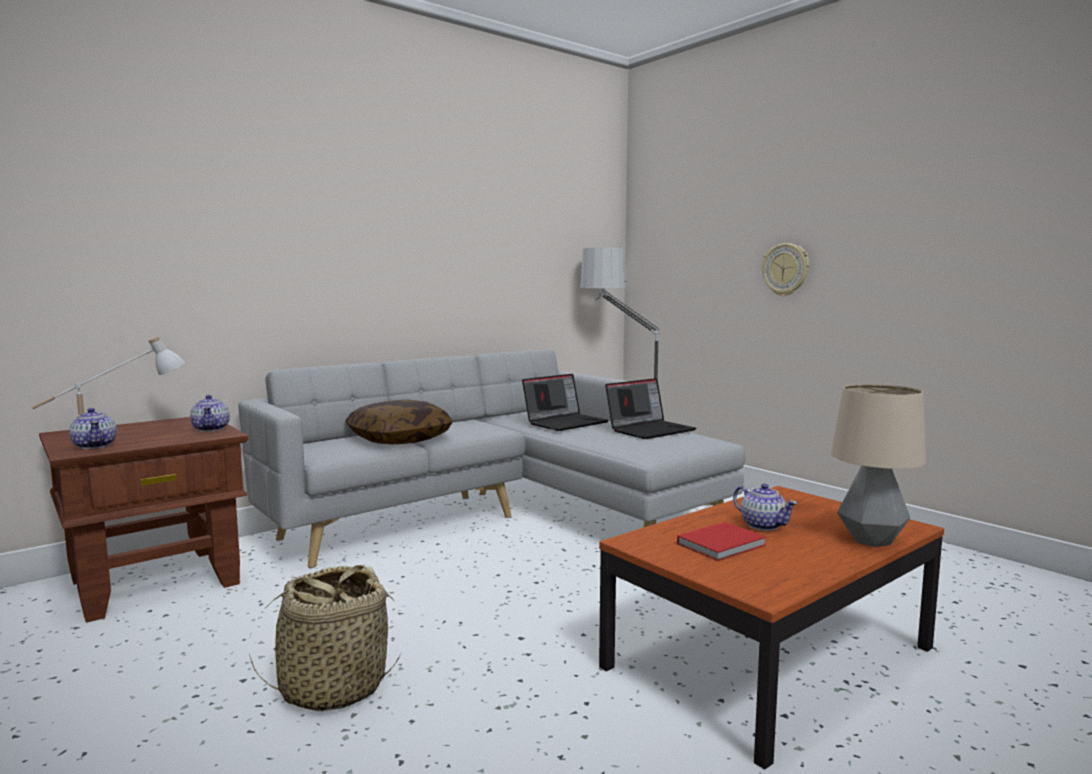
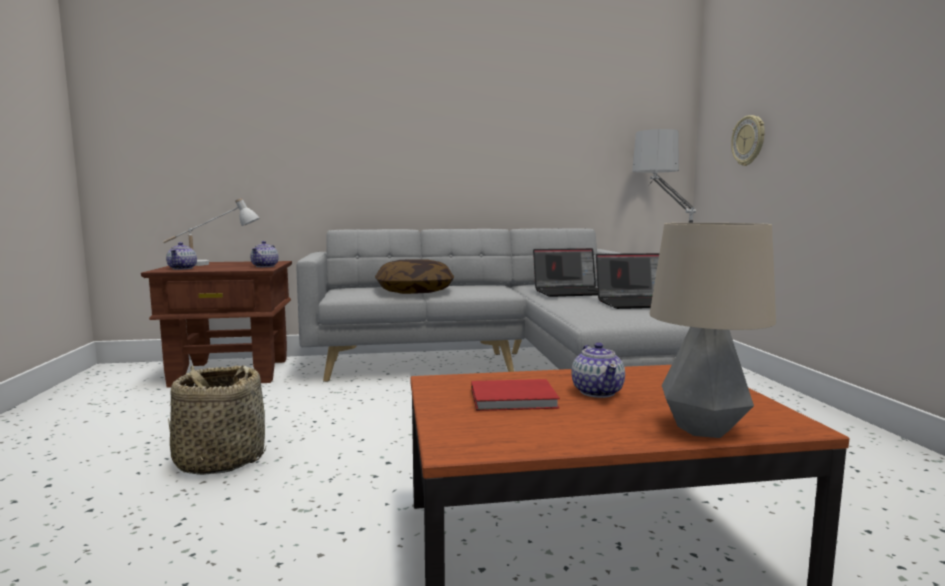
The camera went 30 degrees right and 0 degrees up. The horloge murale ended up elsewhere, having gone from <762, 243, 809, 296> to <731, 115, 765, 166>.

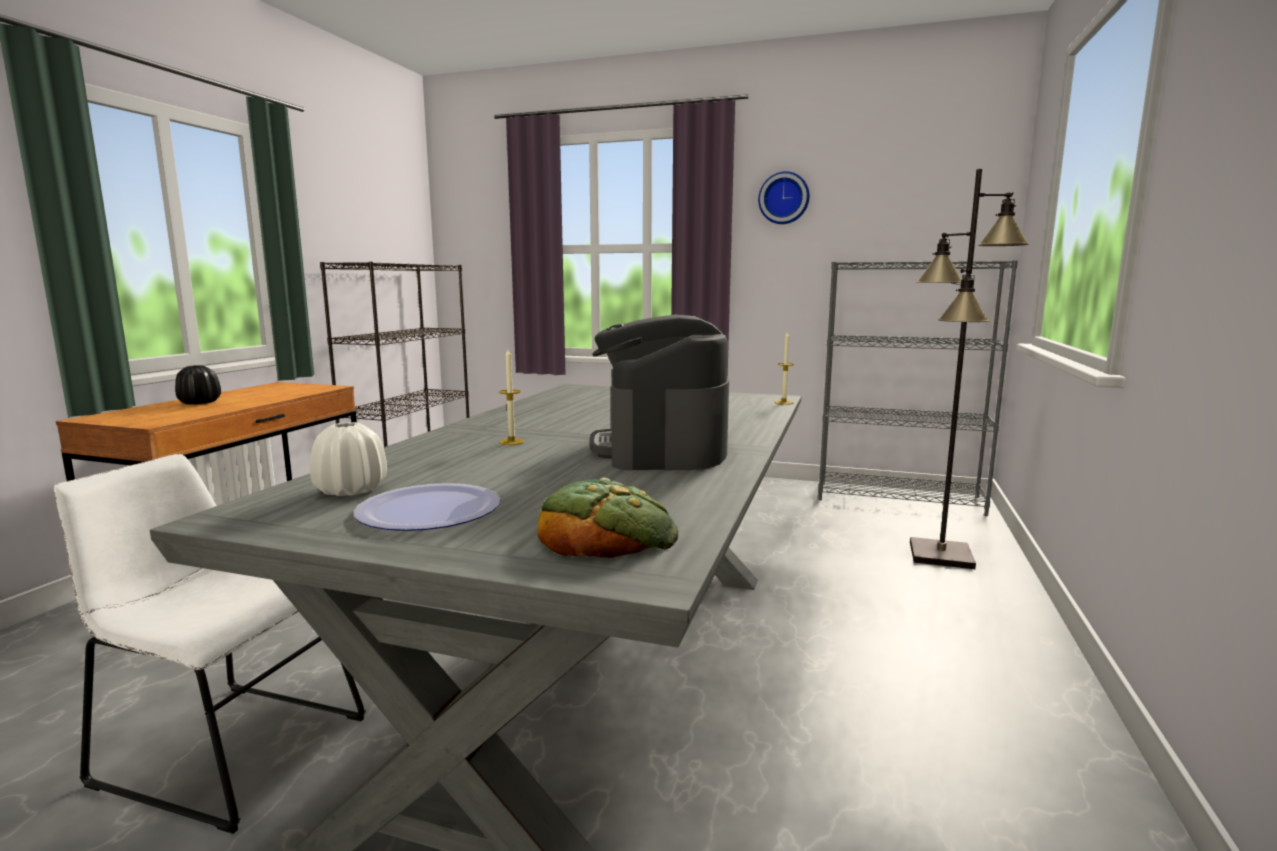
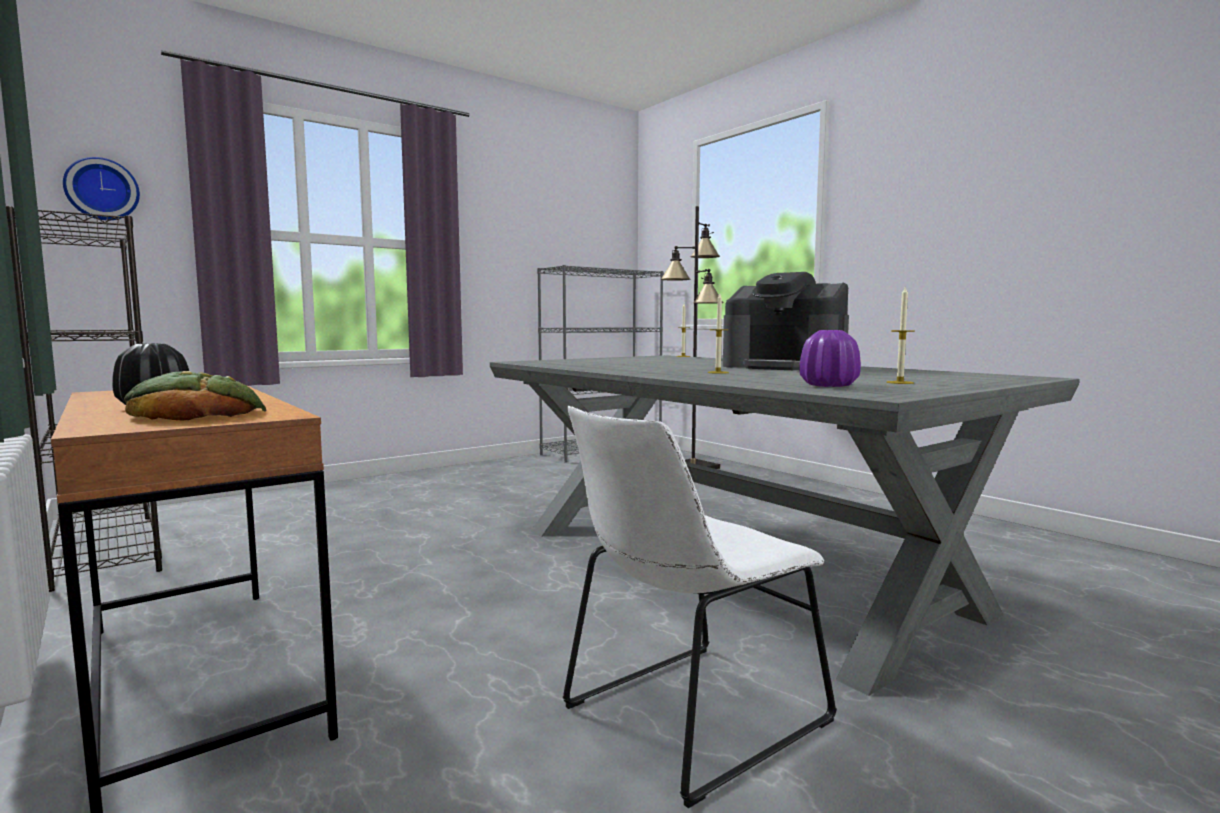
The camera went 55 degrees left and 5 degrees down. The pain ended up elsewhere, having gone from <537, 477, 678, 558> to <124, 371, 266, 420>. The horloge murale ended up elsewhere, having gone from <758, 171, 809, 224> to <63, 157, 140, 220>. Where the assiette stood at <354, 483, 500, 531>, the bougie came to stand at <886, 287, 915, 384>. What was the vase/blanc at <310, 422, 387, 496> turned into the vase/violet at <799, 330, 861, 387>.

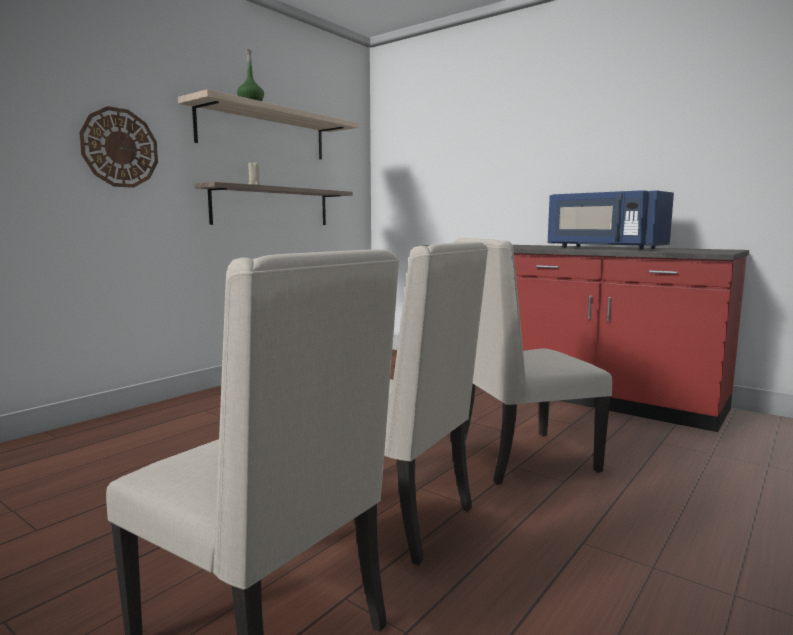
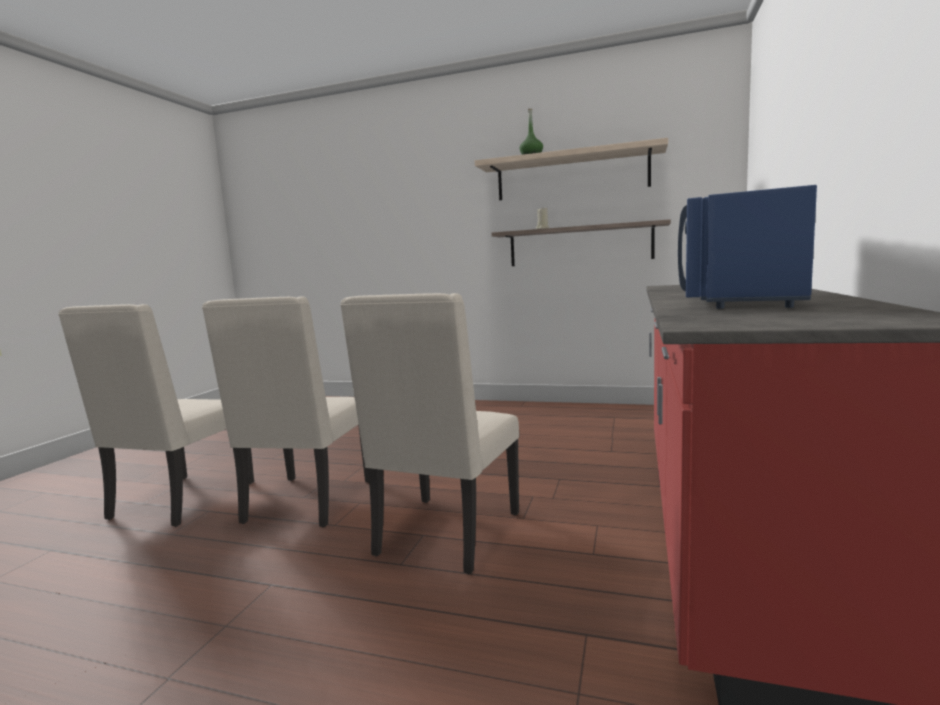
The camera went 70 degrees right and 0 degrees up. The second view lost the horloge murale at <79, 106, 158, 188>. The chaise/beige at <453, 238, 612, 485> ended up facing another way, 120 degrees counterclockwise from before.

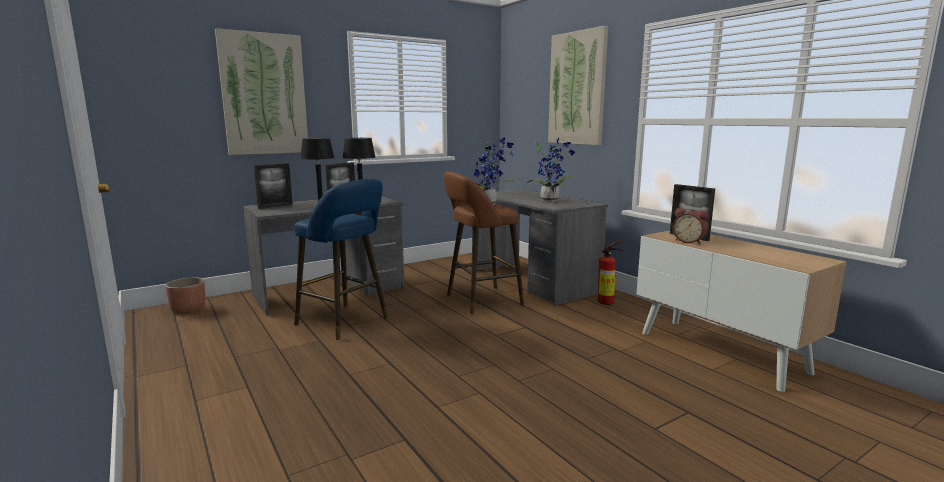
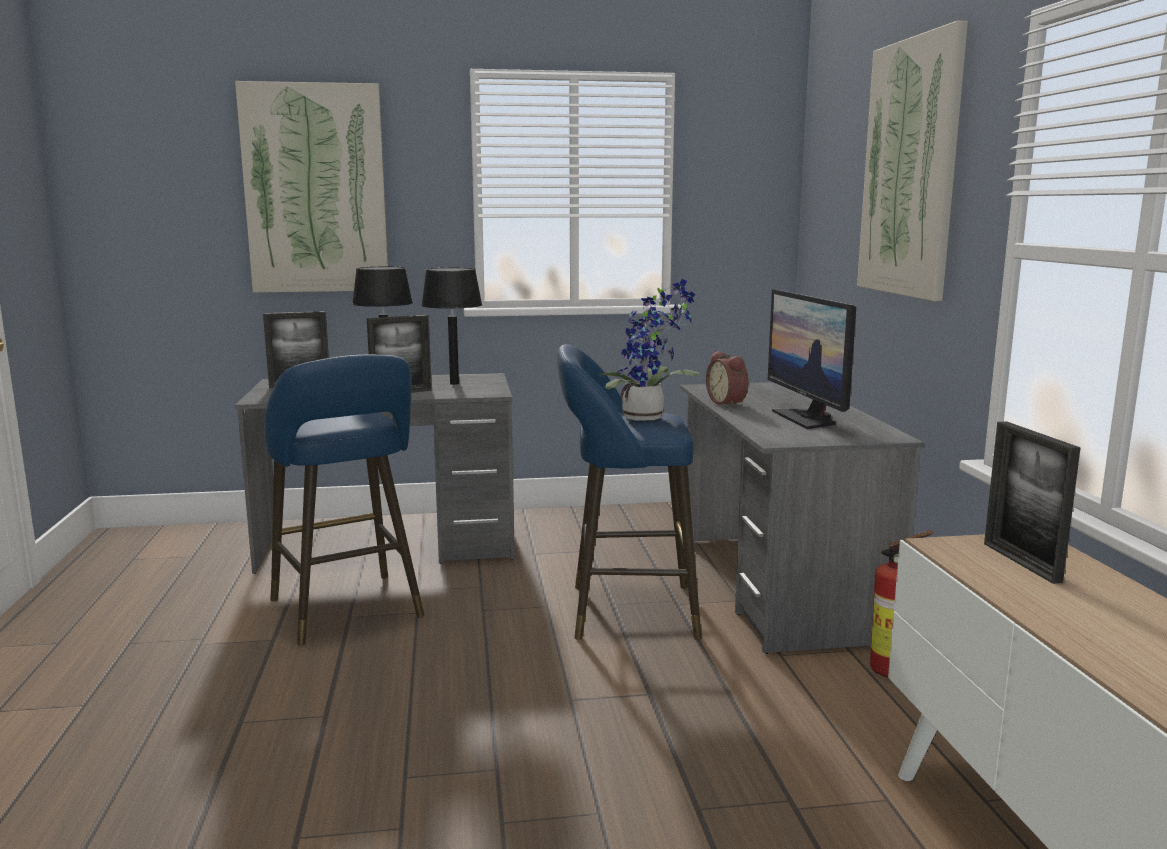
The camera went 25 degrees right and 0 degrees up. The second view lost the cache-pot at <165, 277, 206, 314>. The réveil ended up elsewhere, having gone from <672, 208, 708, 244> to <706, 351, 749, 407>. Where the plante en pot stood at <527, 138, 575, 202>, the écran d'ordinateur came to stand at <768, 289, 856, 429>. What was the tabouret/marron at <444, 171, 524, 314> turned into the tabouret/bleu at <557, 344, 702, 640>.

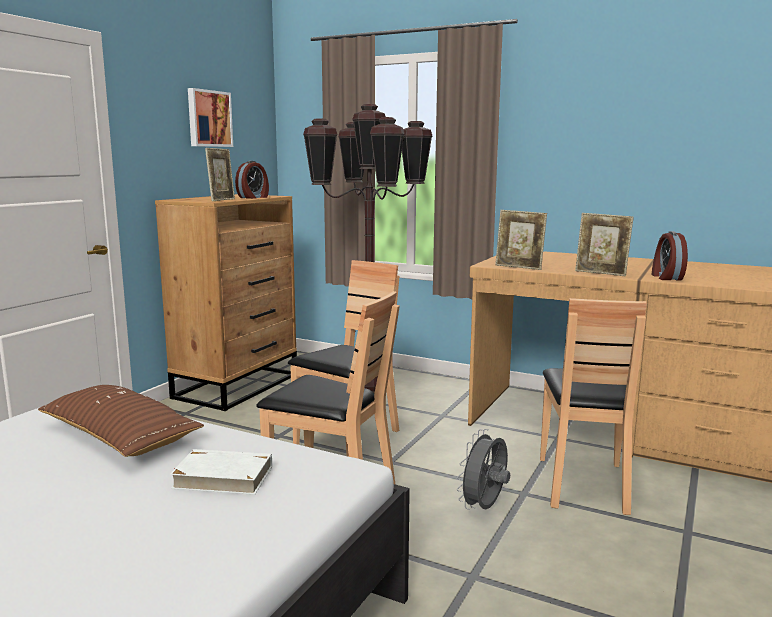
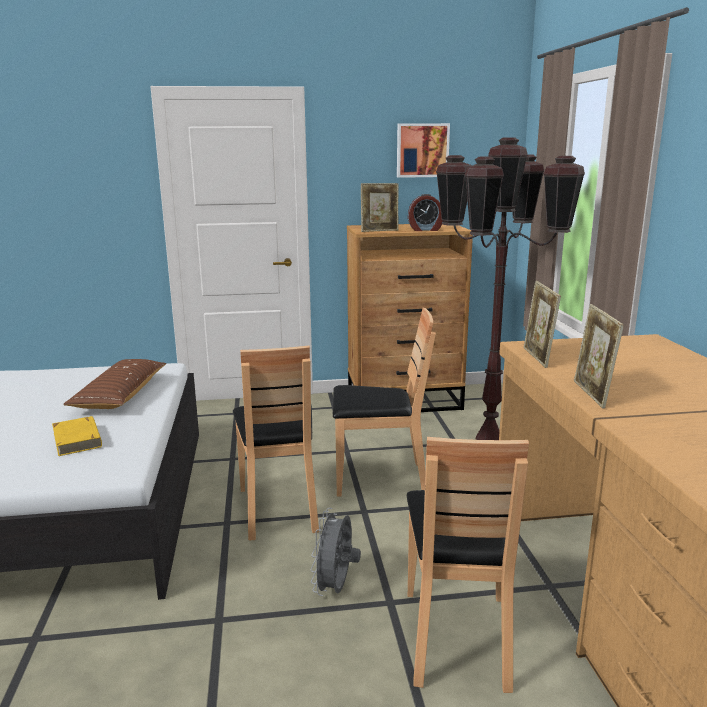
The camera went 55 degrees right and 5 degrees up. The second view lost the réveil at <652, 231, 688, 280>. What was the livre/blanc at <170, 449, 272, 495> turned into the livre/jaune at <52, 416, 102, 456>. The ventilateur/gris at <457, 429, 510, 510> ended up facing another way, 75 degrees counterclockwise from before. The chaise/marron at <540, 298, 647, 515> ended up facing another way, 60 degrees counterclockwise from before.

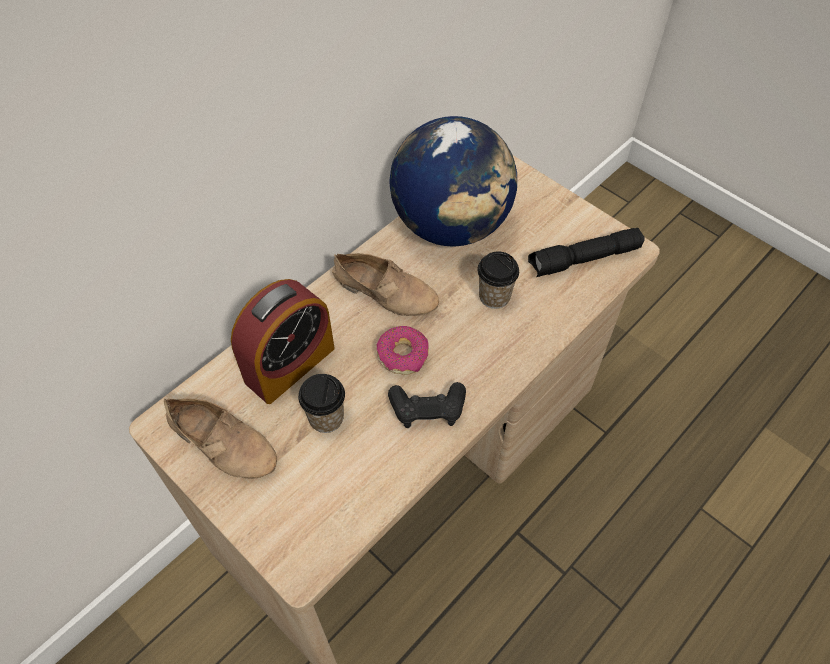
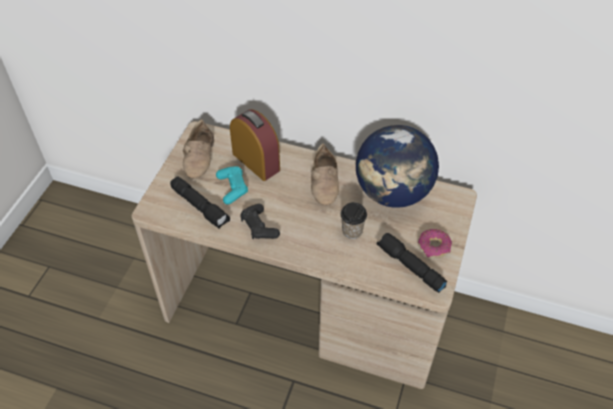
The camera went 65 degrees right and 5 degrees down. The second view gained the lampe de poche/noir at <170, 176, 230, 229>. The beignet ended up elsewhere, having gone from <377, 326, 429, 375> to <418, 229, 452, 258>. Where the tasse stood at <298, 374, 345, 433>, the manette/turquoise came to stand at <216, 166, 248, 205>. The réveil at <231, 279, 335, 404> ended up facing another way, 150 degrees counterclockwise from before.

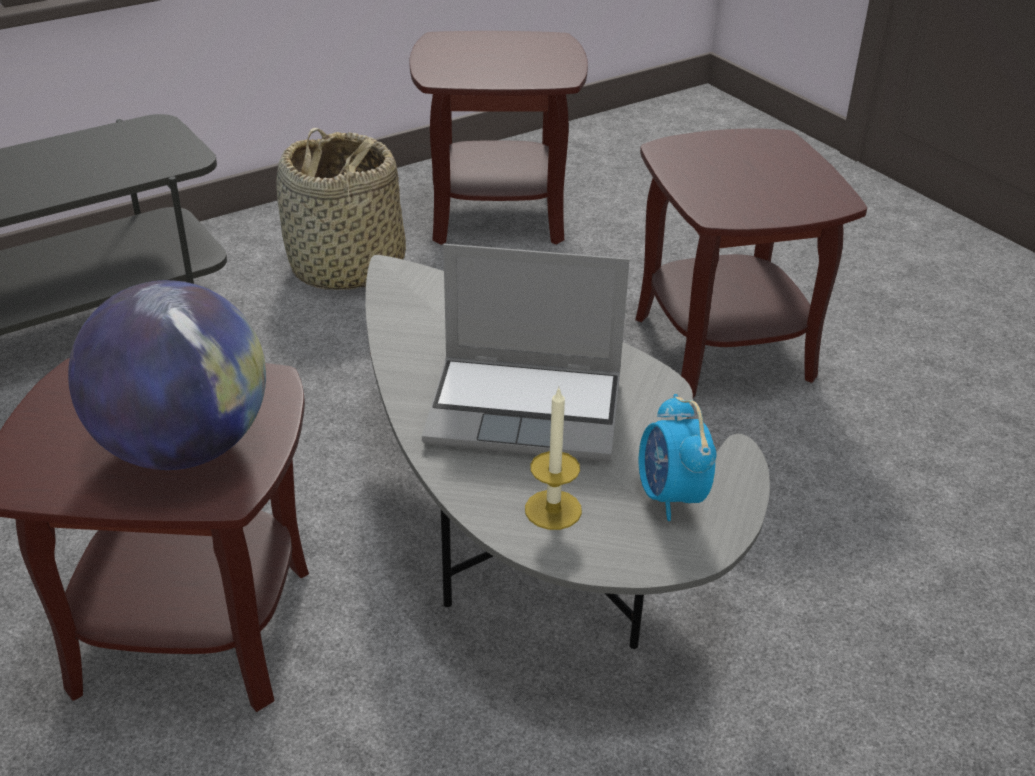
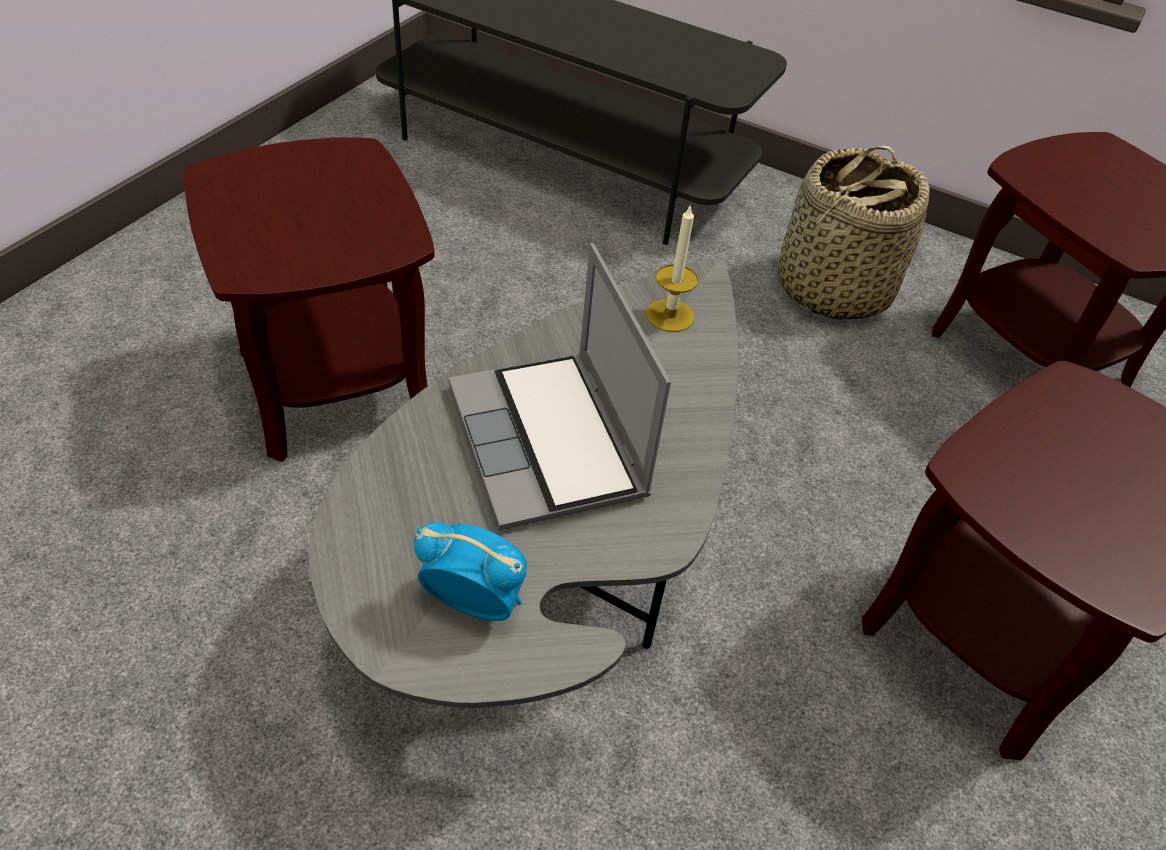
The camera went 60 degrees right and 10 degrees up. The second view lost the globe at <68, 280, 266, 470>. The bougie ended up elsewhere, having gone from <525, 388, 582, 530> to <646, 204, 699, 332>. The réveil at <639, 394, 716, 521> ended up facing another way, 60 degrees clockwise from before.

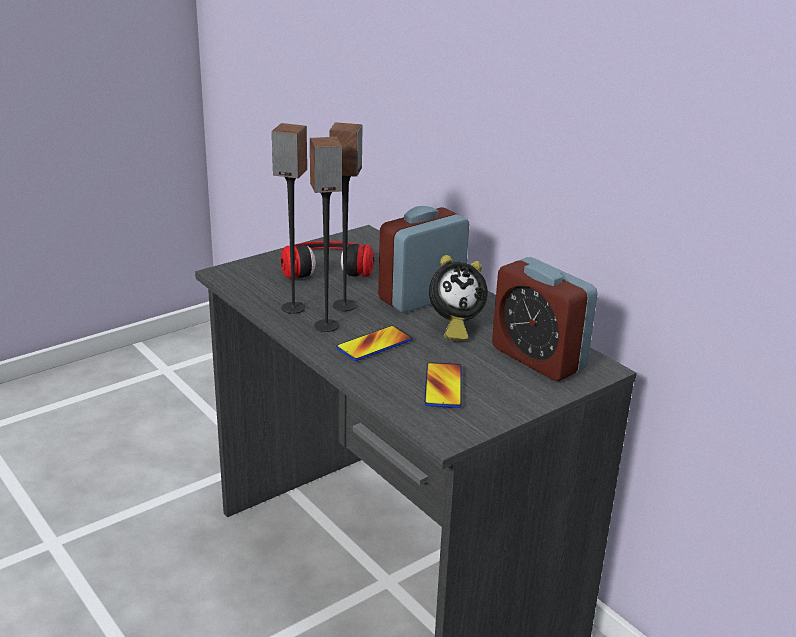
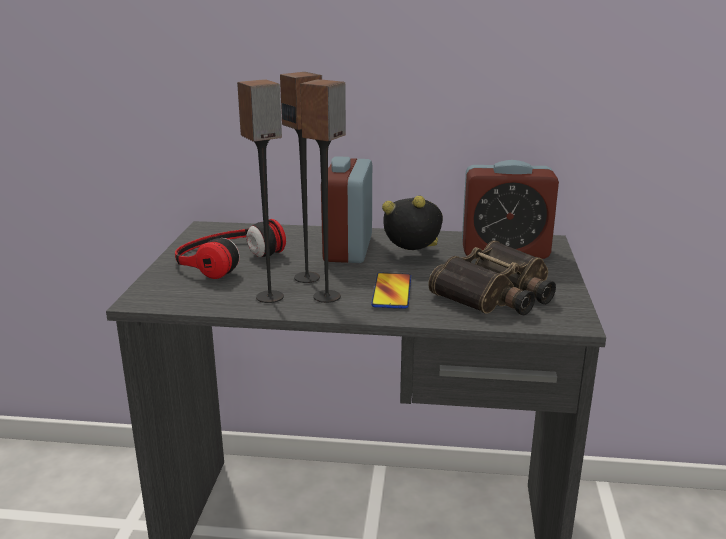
The camera went 45 degrees left and 5 degrees down. Where the téléphone stood at <424, 362, 462, 408>, the jumelles came to stand at <428, 240, 556, 316>. The réveil at <429, 255, 488, 341> ended up facing another way, 105 degrees counterclockwise from before.

